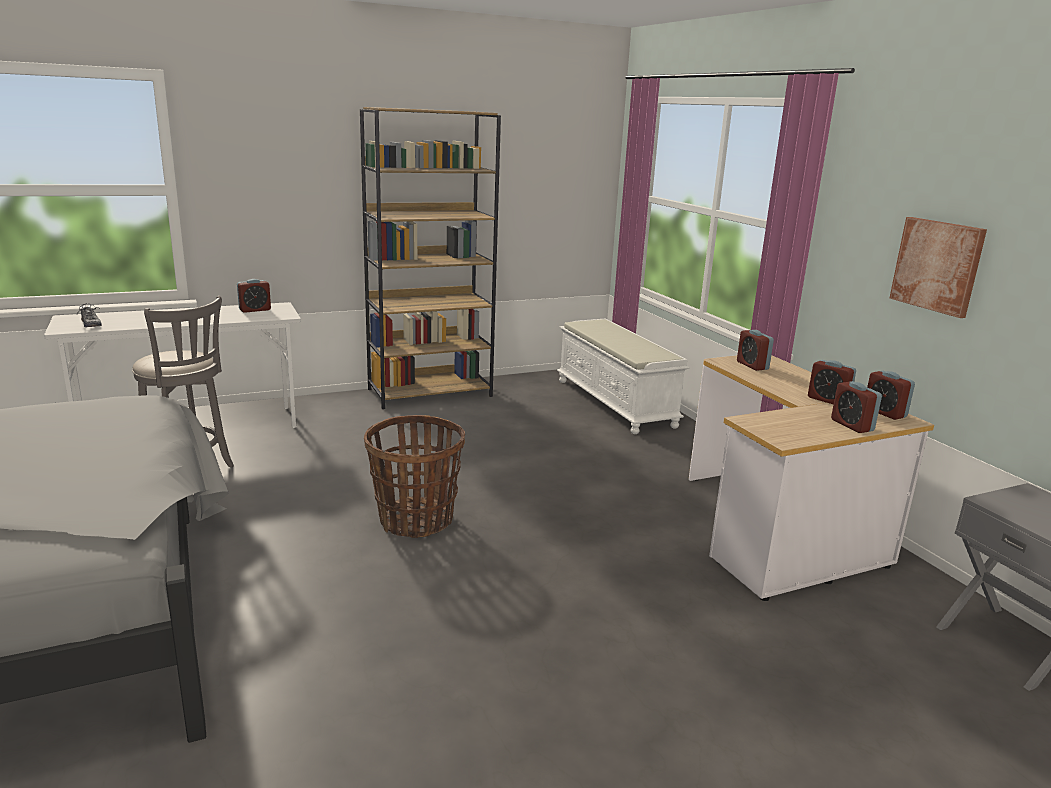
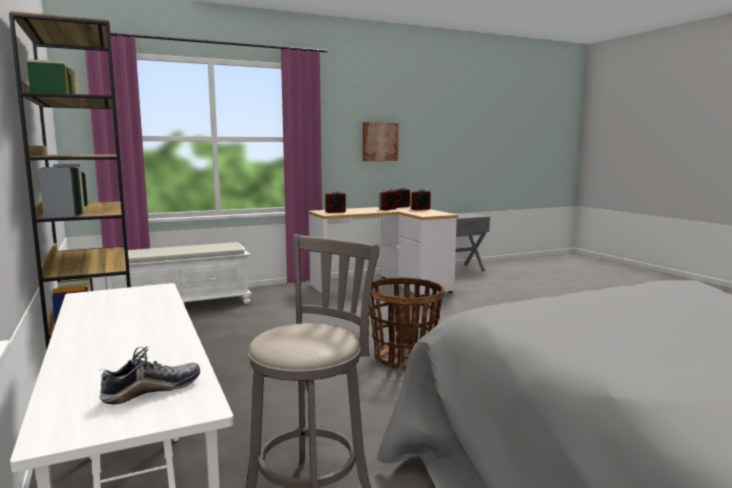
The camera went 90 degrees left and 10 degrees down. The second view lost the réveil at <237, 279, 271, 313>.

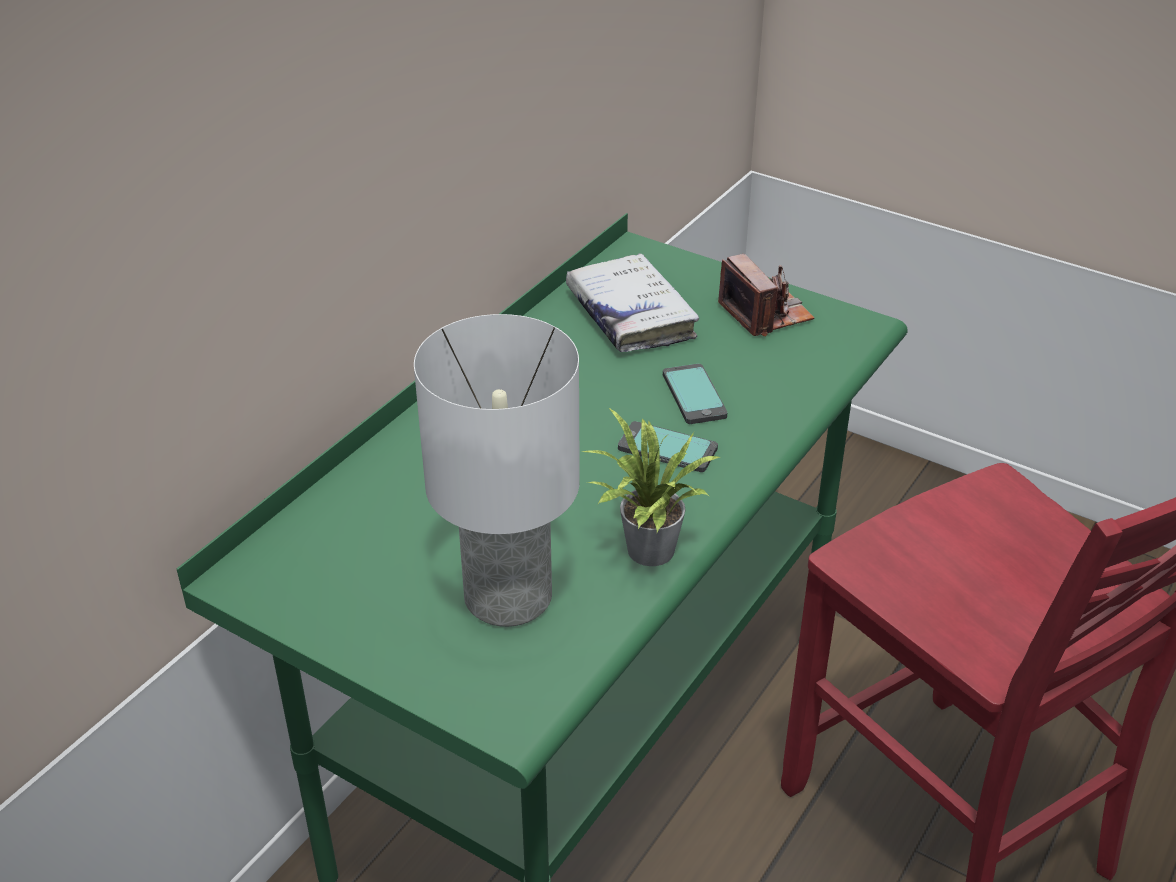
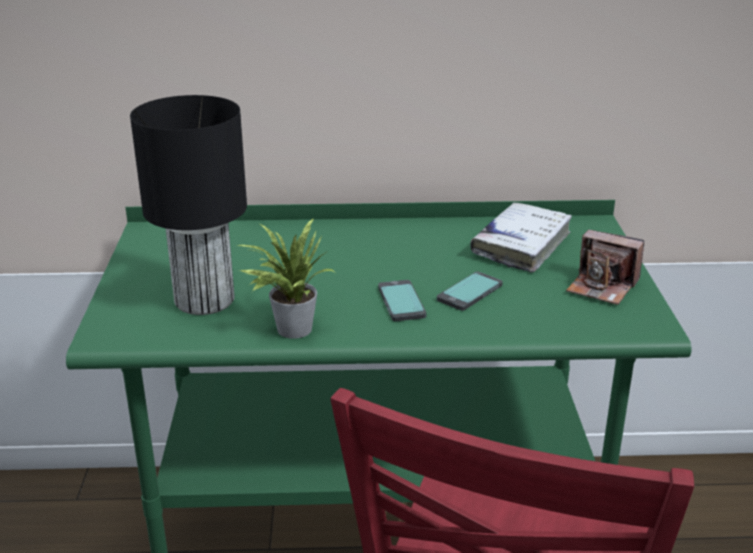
The camera went 55 degrees right and 10 degrees down. What was the lampe de table/blanc at <414, 314, 580, 627> turned into the lampe de table/noir at <130, 95, 247, 315>. The appareil photo at <718, 254, 814, 336> ended up facing another way, 90 degrees clockwise from before.

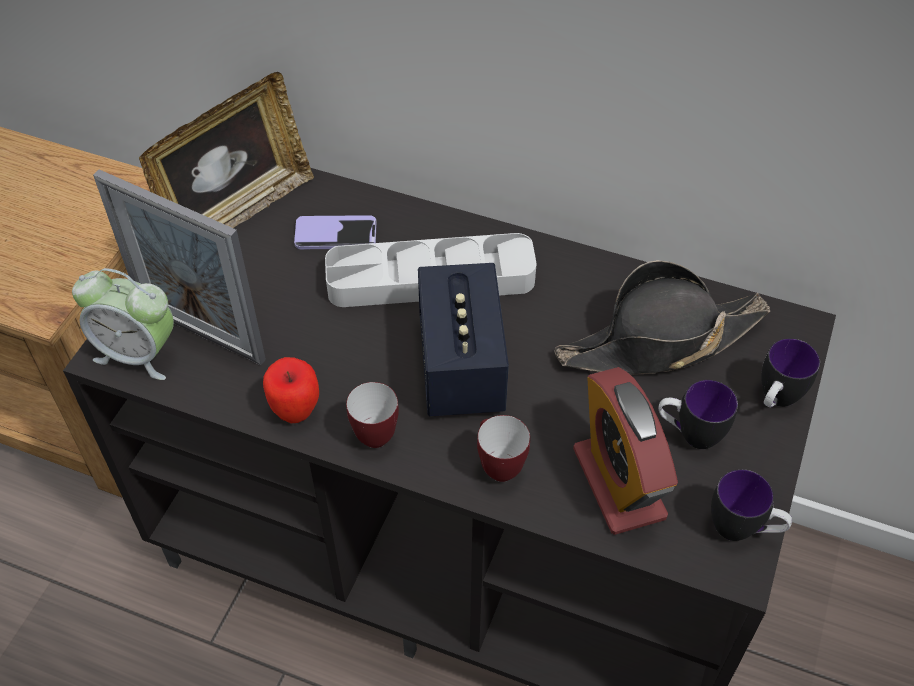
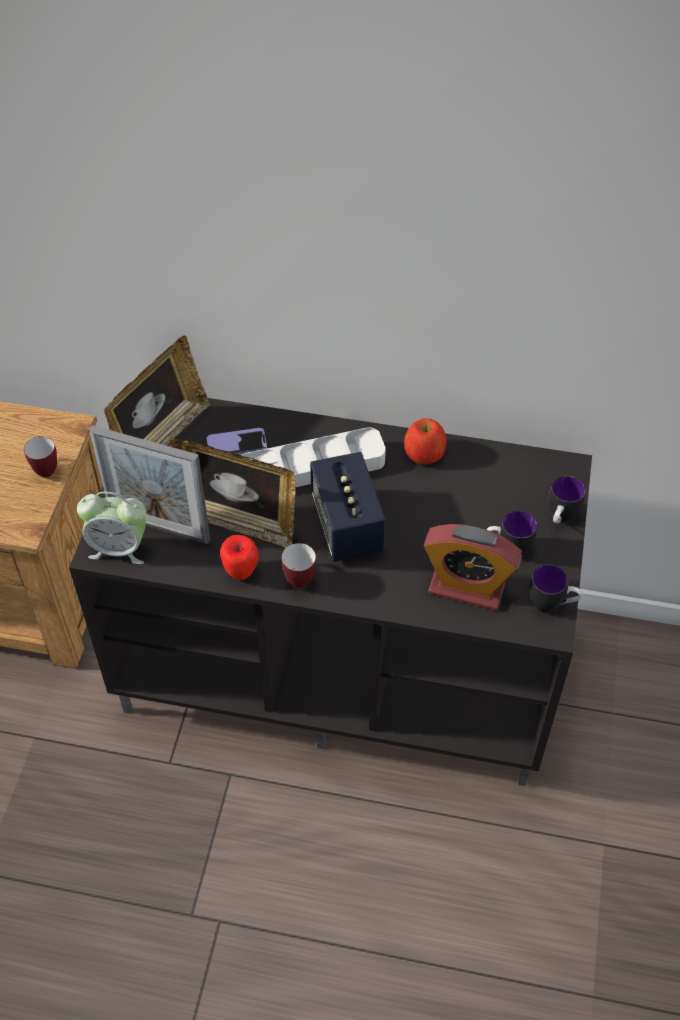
The camera went 10 degrees left and 0 degrees up. The second view lost the chapeau/noir at <554, 260, 770, 375>. The second view gained the cadre photo at <170, 439, 296, 548>. The second view gained the pomme at <404, 418, 447, 465>. The mug ended up elsewhere, having gone from <477, 415, 530, 482> to <24, 436, 57, 478>. The réveil at <573, 367, 678, 535> ended up facing another way, 45 degrees counterclockwise from before.

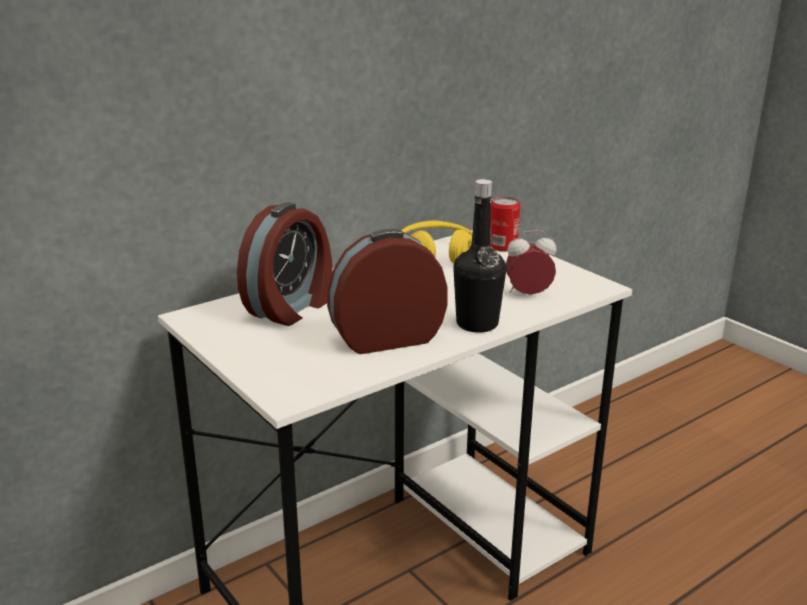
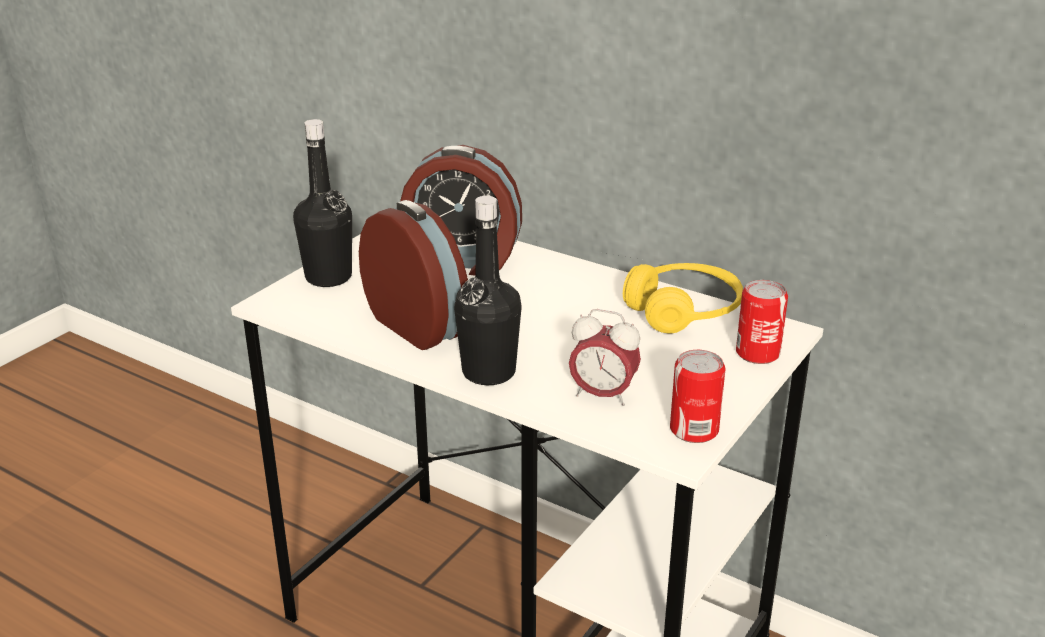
The camera went 70 degrees right and 5 degrees up. The second view gained the bouteille/noir at <293, 119, 352, 287>. The second view gained the boîte métallique at <670, 350, 725, 443>. The réveil at <506, 230, 557, 294> ended up facing another way, 135 degrees clockwise from before.

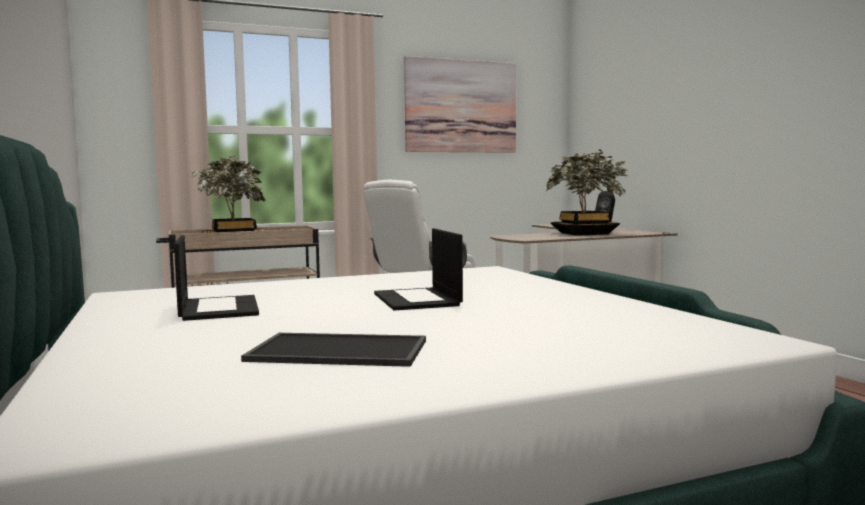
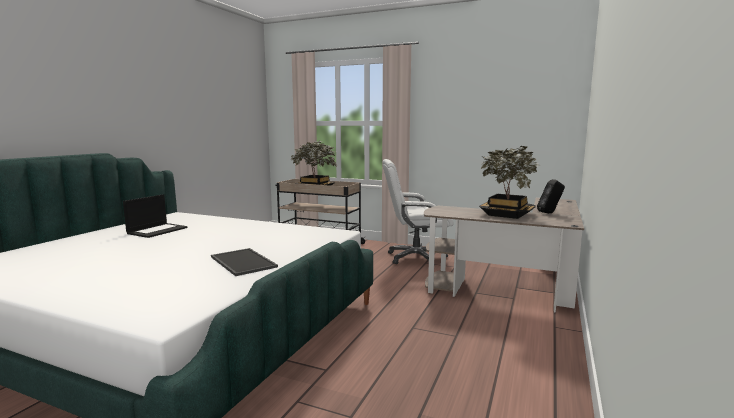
The camera went 45 degrees right and 5 degrees up. The second view lost the ordinateur portable at <374, 228, 463, 311>. The second view lost the tableau at <404, 56, 516, 153>. The plateau ended up elsewhere, having gone from <241, 333, 426, 367> to <211, 248, 278, 276>.

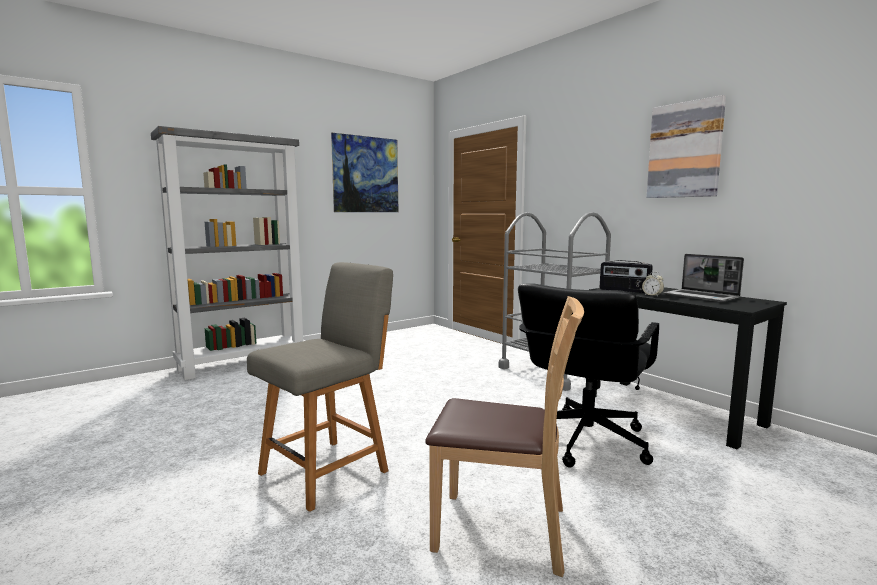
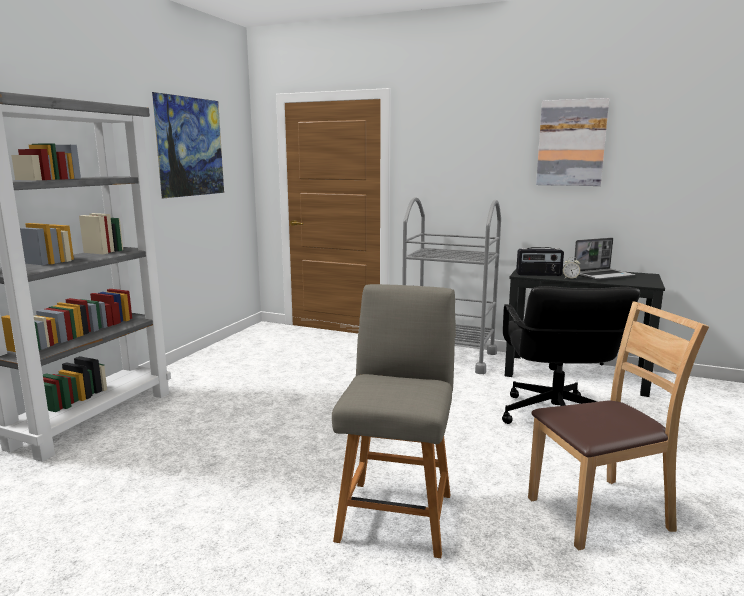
The camera went 30 degrees left and 5 degrees up. The ordinateur portable at <664, 254, 744, 302> ended up facing another way, 45 degrees counterclockwise from before.

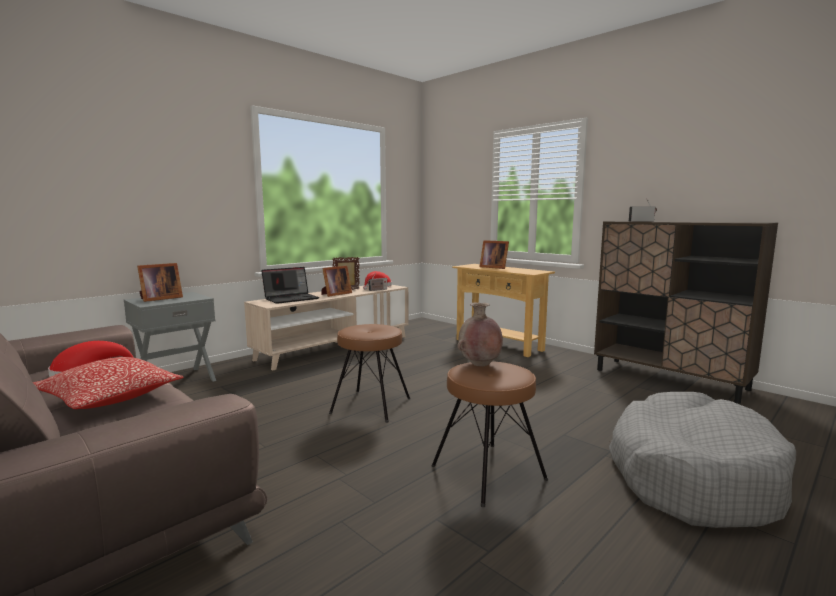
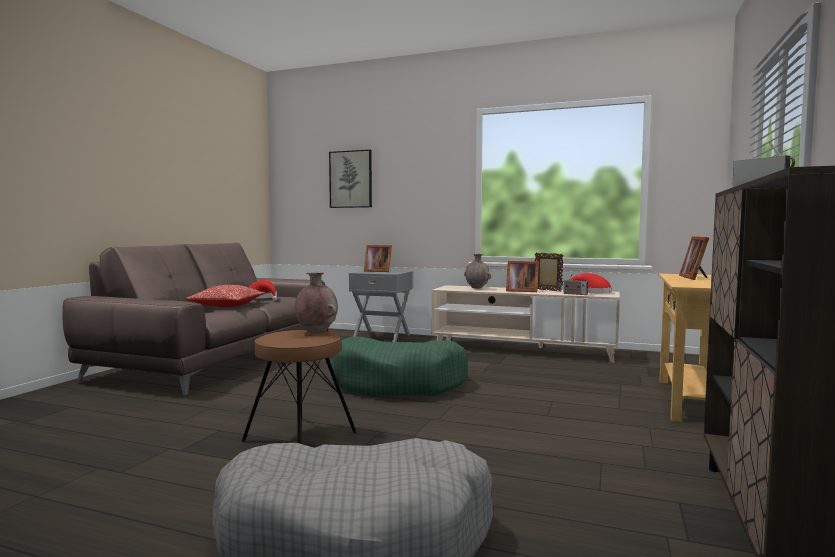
The camera went 65 degrees right and 5 degrees down. The second view gained the tableau at <329, 150, 372, 208>. Where the ordinateur portable stood at <261, 267, 319, 304>, the vase/marron came to stand at <464, 254, 491, 289>. Where the tabouret/marron stood at <329, 324, 410, 423>, the panier pour chien/vert came to stand at <332, 337, 468, 397>.

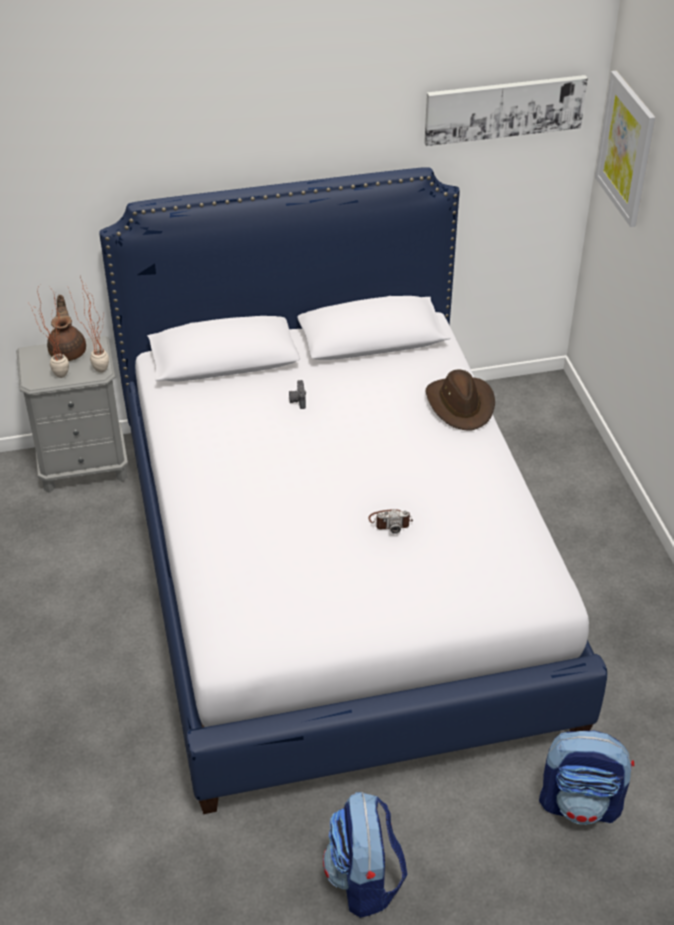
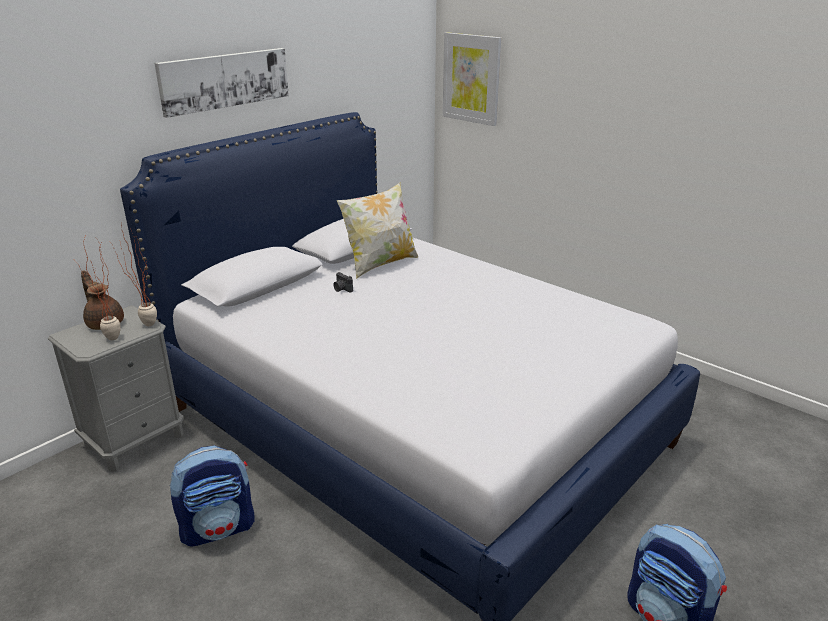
The camera went 35 degrees left and 15 degrees down. The second view lost the appareil photo at <368, 509, 413, 534>. The second view lost the chapeau/marron at <426, 370, 495, 431>. The second view gained the coussin at <337, 182, 418, 279>. The tableau ended up elsewhere, having gone from <424, 75, 588, 146> to <155, 48, 289, 118>. The sac à dos ended up elsewhere, having gone from <539, 731, 634, 825> to <170, 446, 255, 547>.

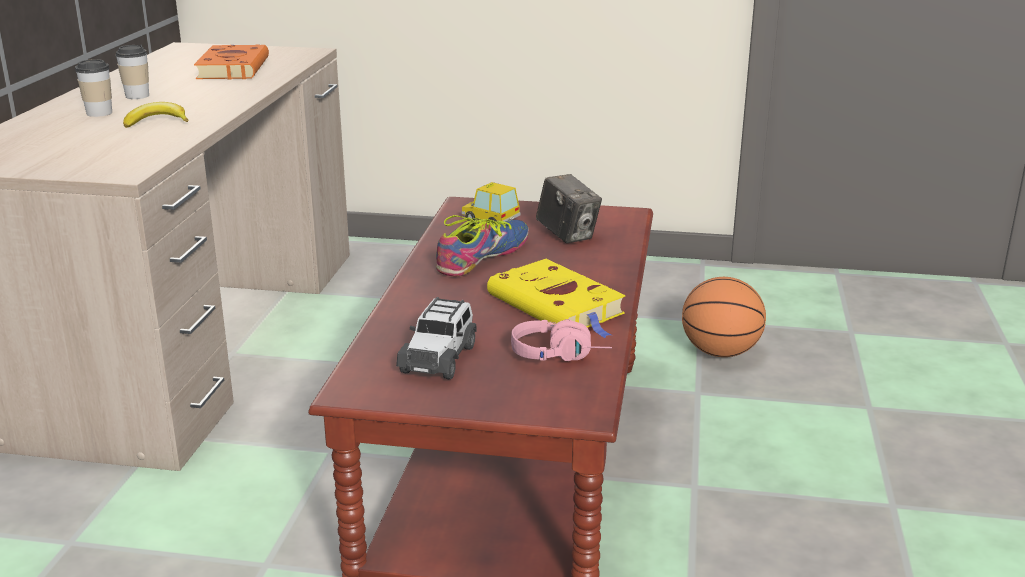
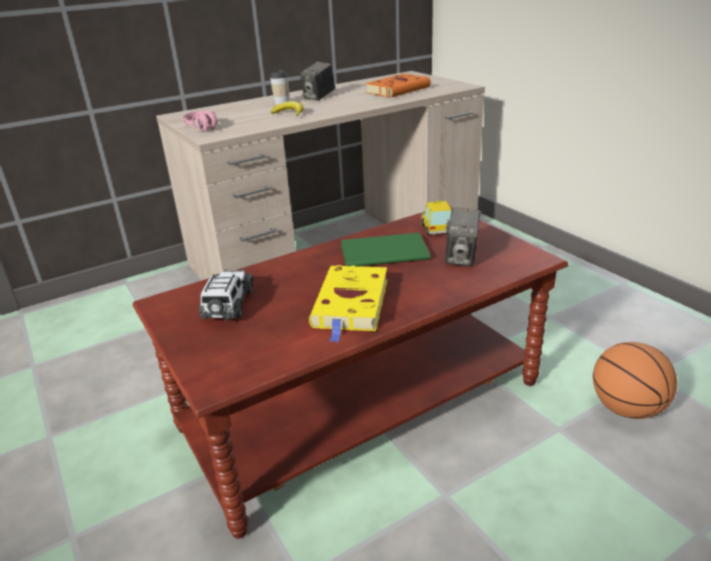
The camera went 50 degrees right and 5 degrees up. The casque audio/rose ended up elsewhere, having gone from <511, 319, 612, 361> to <183, 110, 217, 131>. Where the tasse stood at <115, 45, 149, 99>, the appareil photo came to stand at <300, 61, 335, 101>. Where the chaussure stood at <436, 215, 529, 276>, the livre/vert came to stand at <341, 233, 430, 266>. The petite voiture at <396, 297, 477, 379> ended up facing another way, 120 degrees clockwise from before.

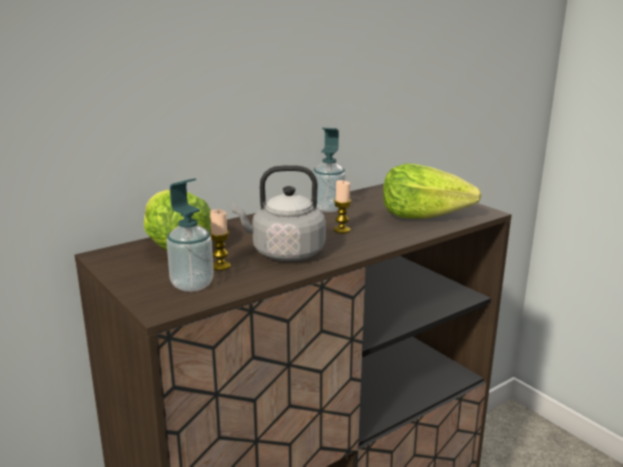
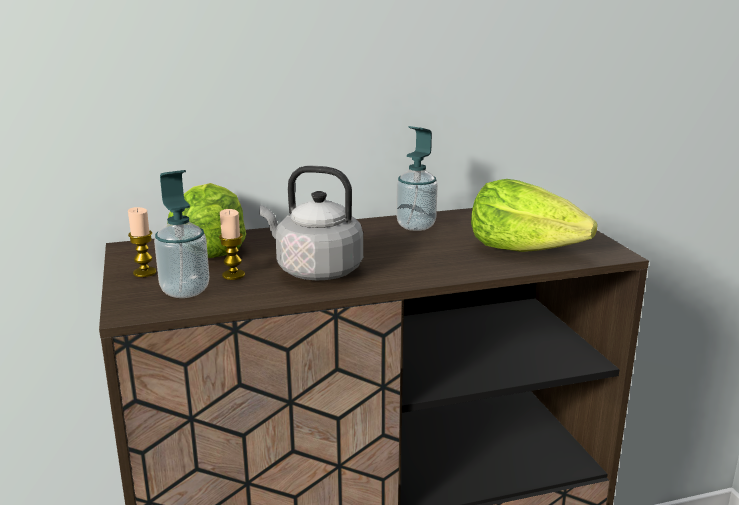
The camera went 20 degrees right and 0 degrees up. The bougie ended up elsewhere, having gone from <333, 180, 352, 233> to <128, 207, 156, 277>.

